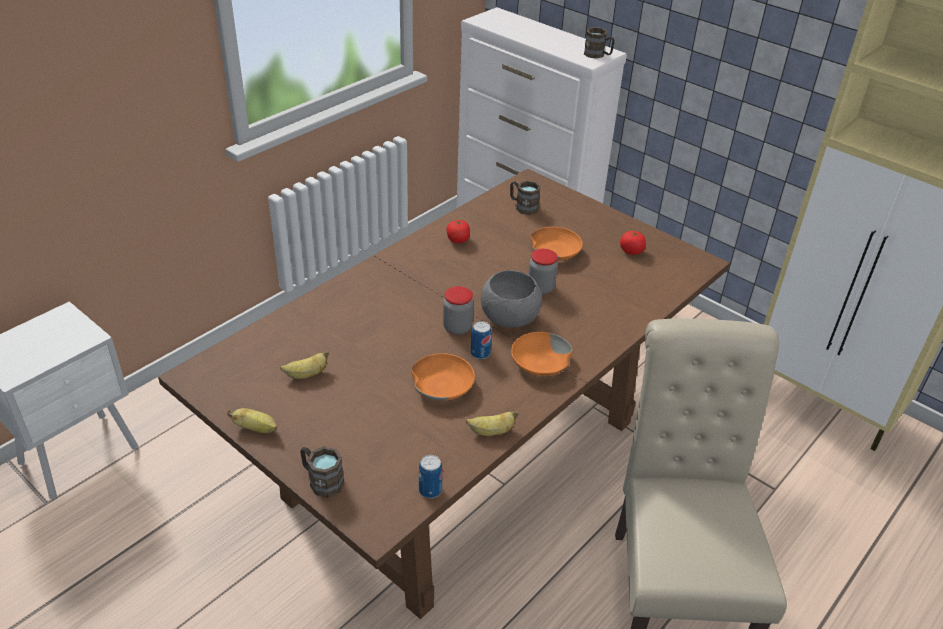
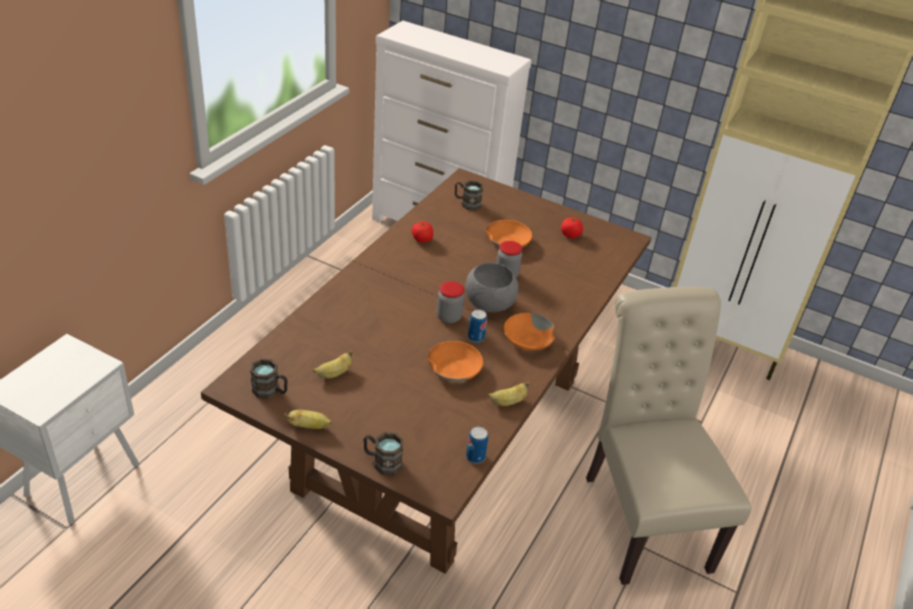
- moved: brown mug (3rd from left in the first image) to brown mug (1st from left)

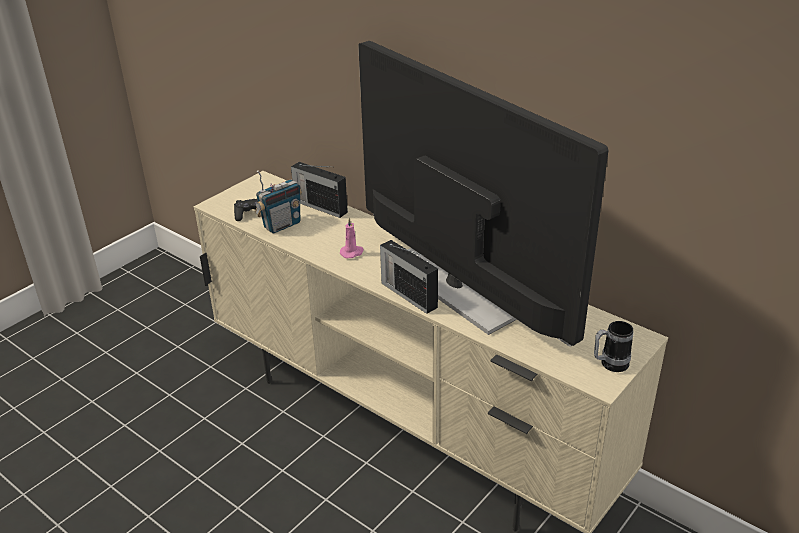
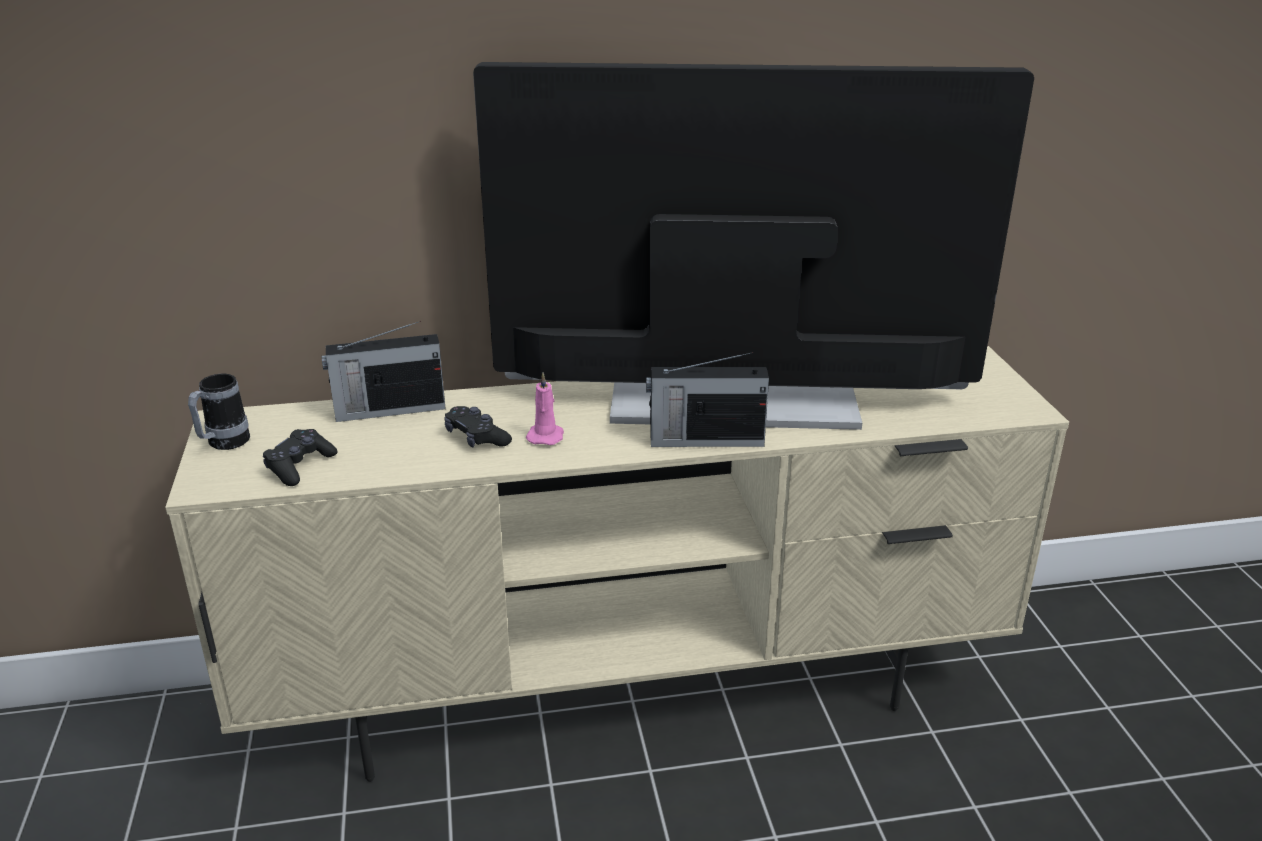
- removed: radio (1st from left)
- moved: mug
- added: black game controller (2nd from left)

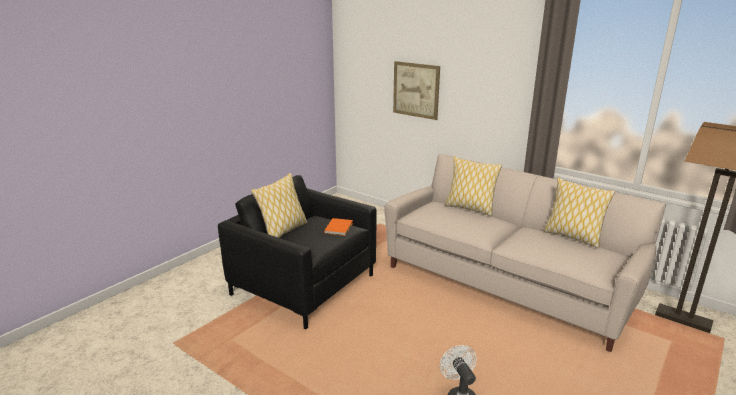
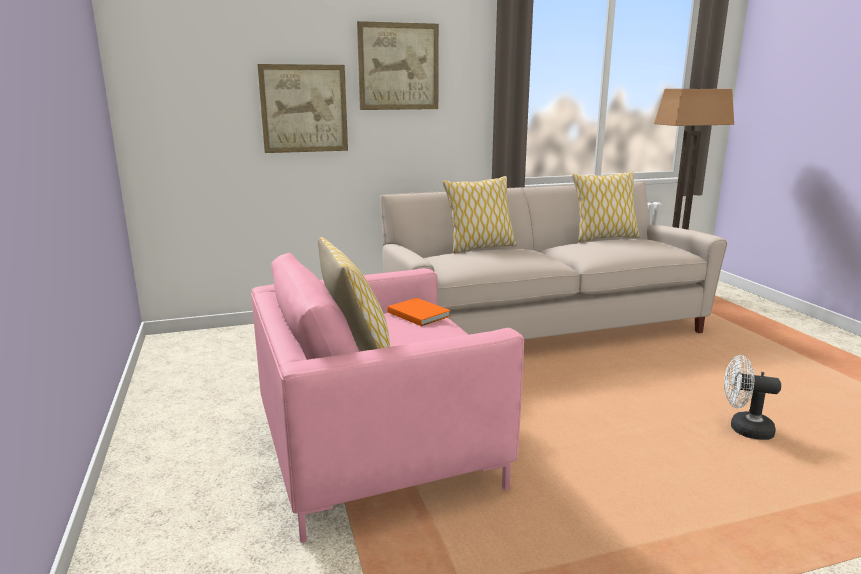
- recoloured: black armchair to pink armchair
- added: picture (2nd from left)

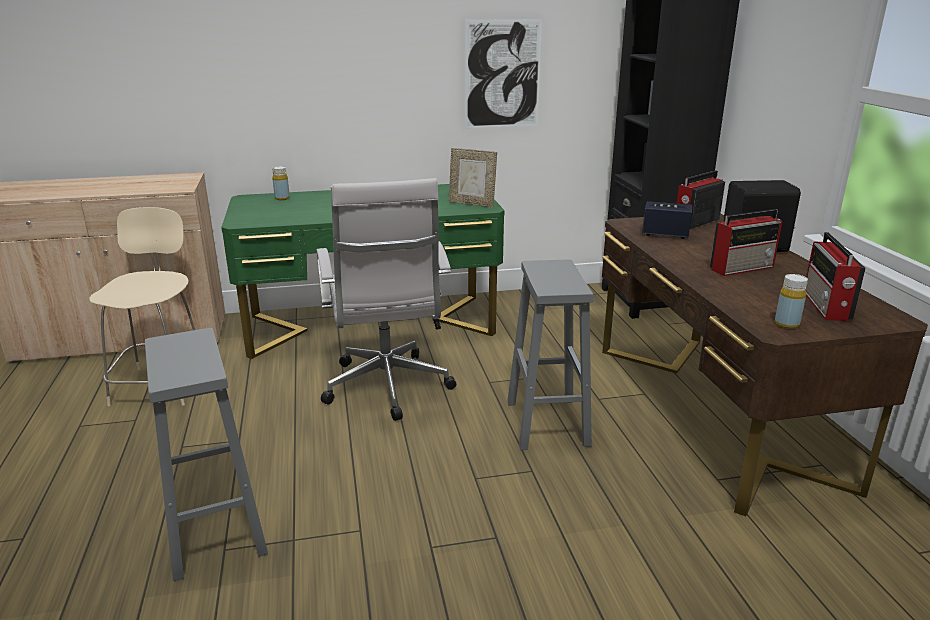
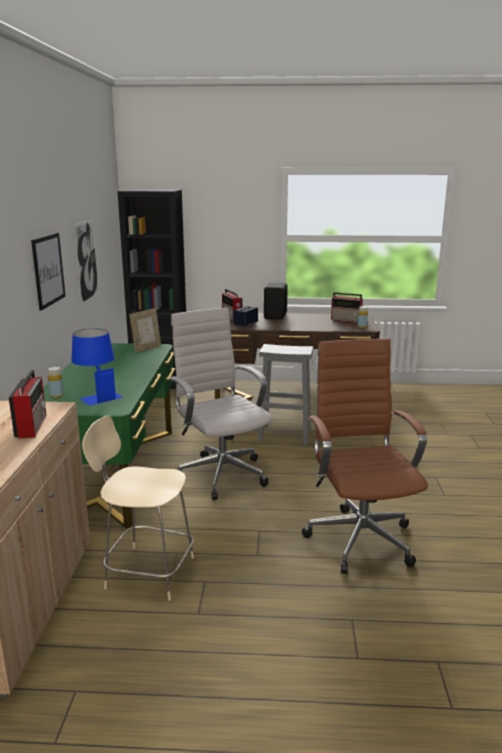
- replaced: grey stool (1st from left) to brown office chair
- turned: white office chair 120 degrees counterclockwise
- moved: radio (2nd from left in the first image) to radio (1st from left)
- added: picture (1st from left)
- added: blue table lamp

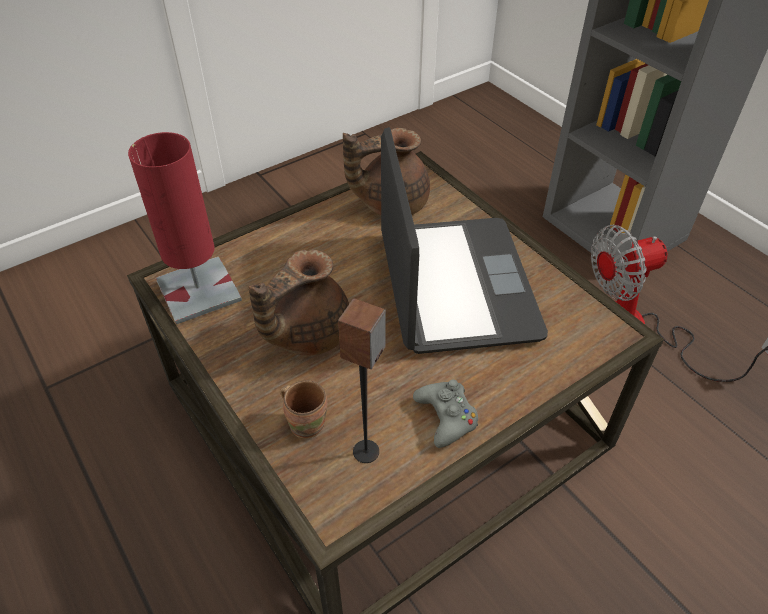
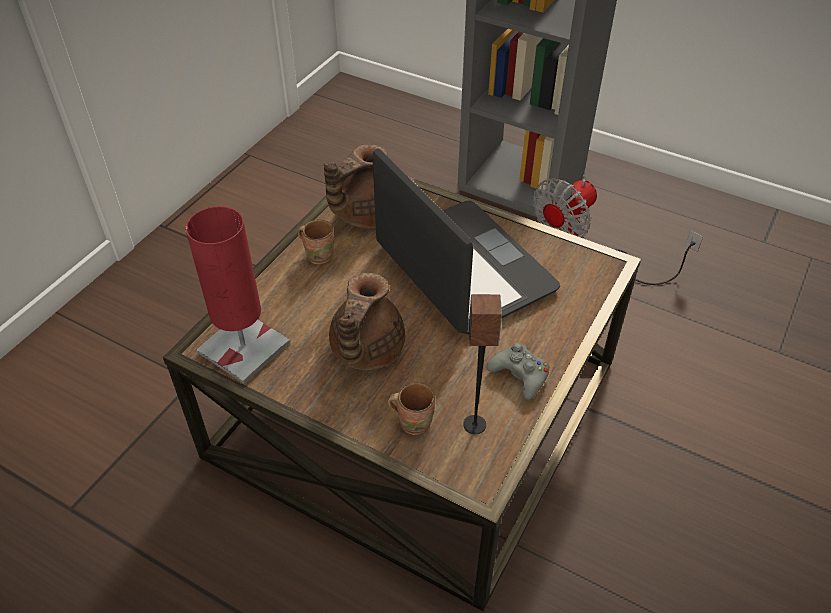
- added: brown mug (1st from left)

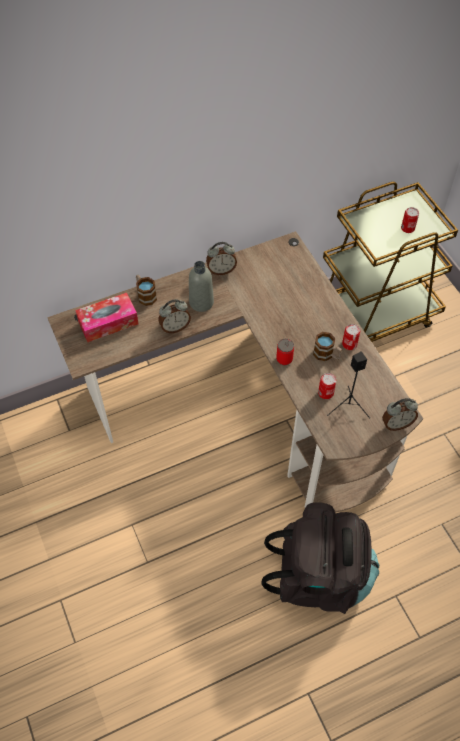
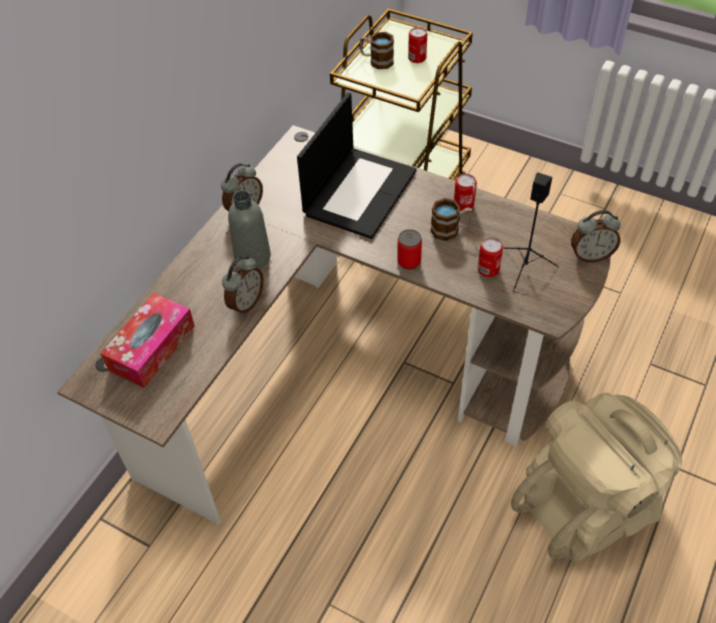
- moved: mug (1st from left)
- recoloured: black backpack to beige backpack
- turned: alarm clock (3rd from left) 45 degrees clockwise
- added: laptop

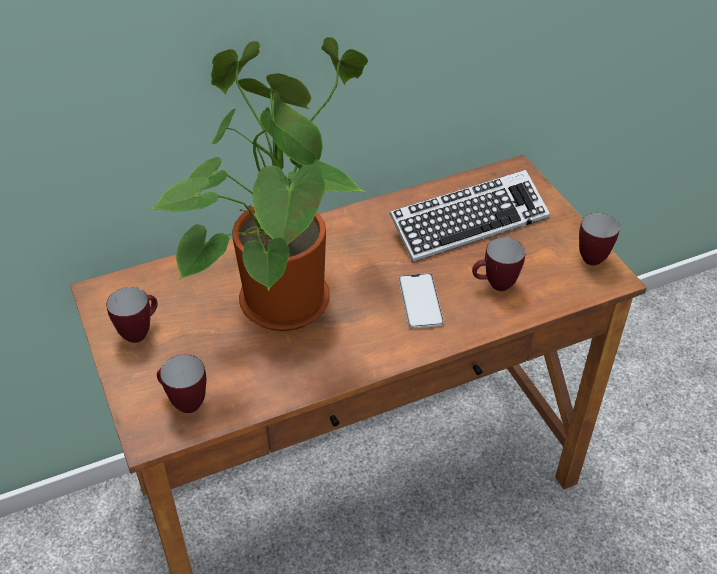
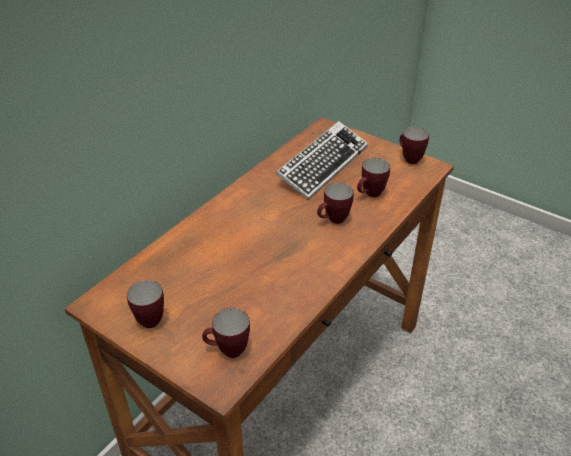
- removed: potted plant
- replaced: phone to mug (3rd from left)

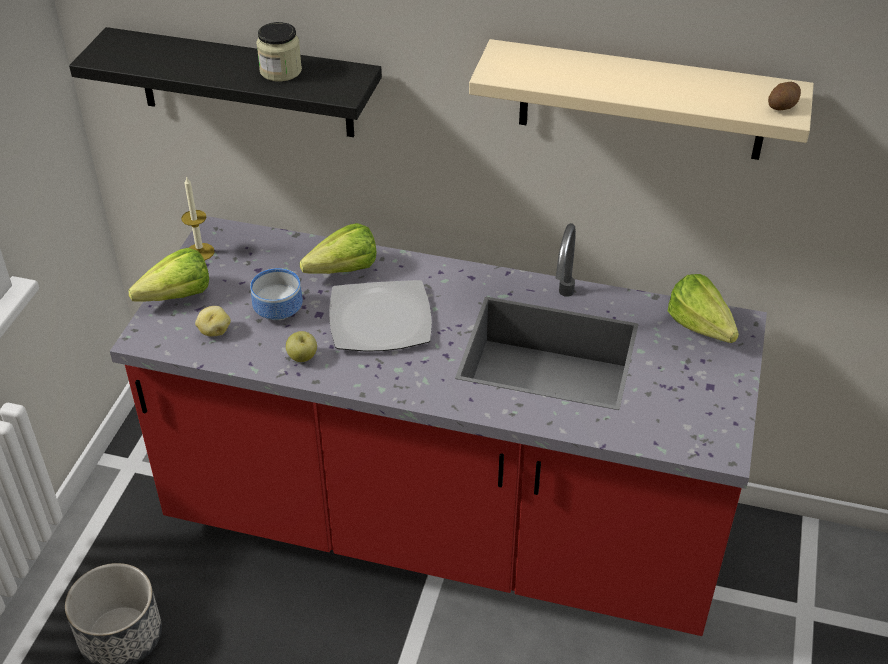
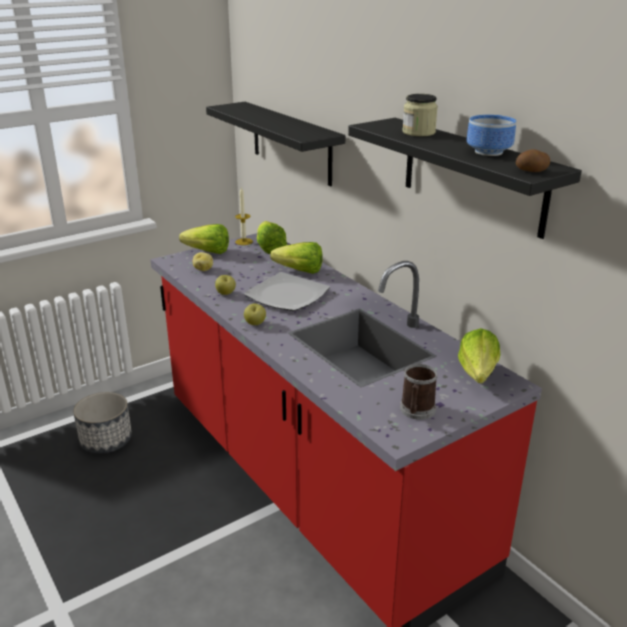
- moved: bowl
- moved: jar
- recoloured: beige shelf to black shelf (2nd from left)
- added: apple (2nd from left)
- added: lettuce (2nd from left)
- added: mug

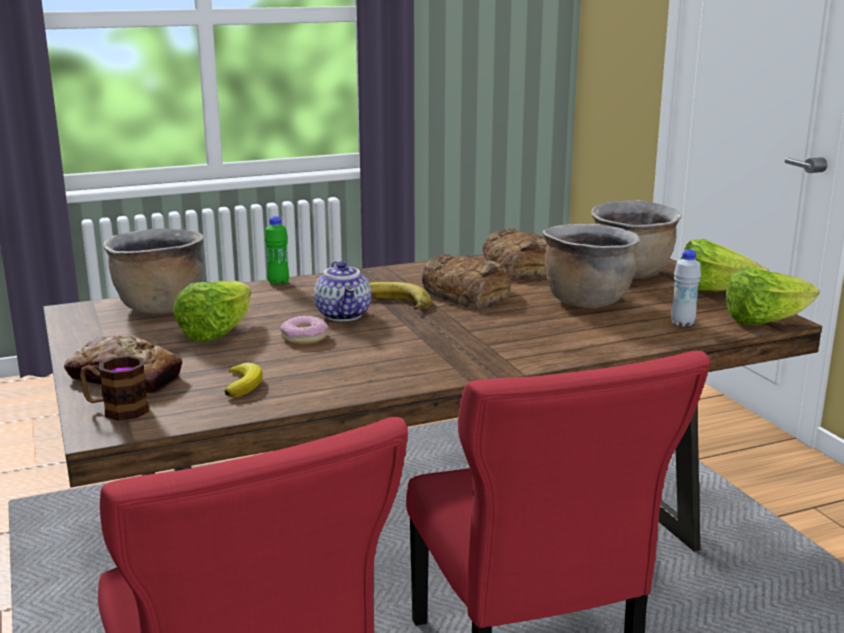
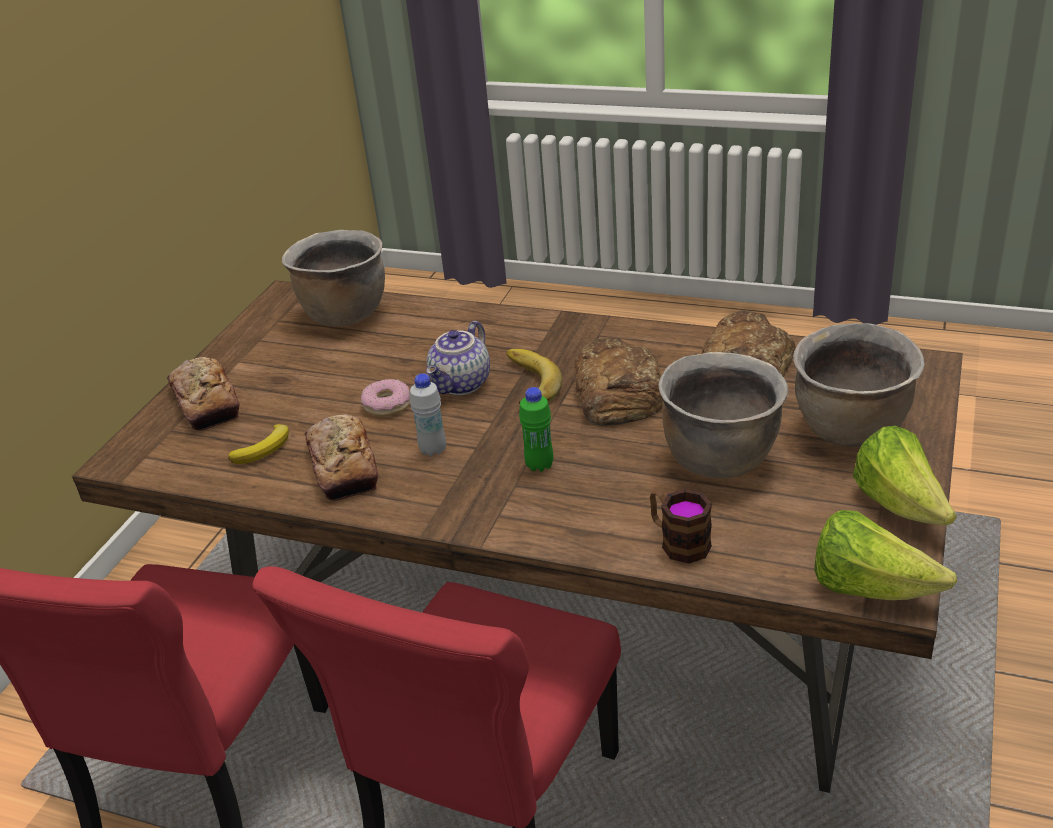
- moved: mug
- removed: lettuce (1st from left)
- moved: green bottle
- moved: white bottle
- added: bread (2nd from left)

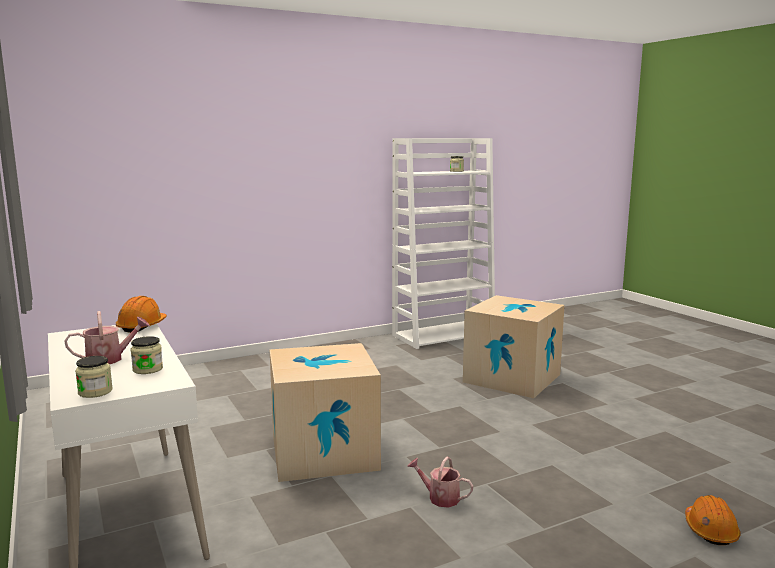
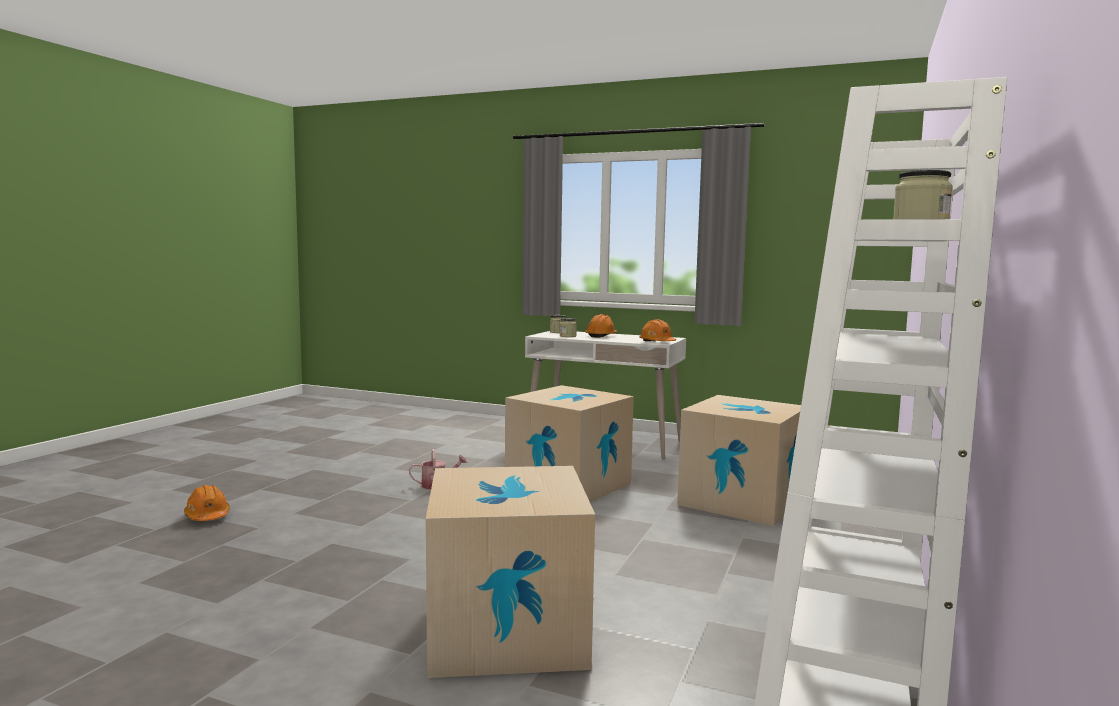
- replaced: watering can (1st from left) to orange hard hat (2nd from left)
- added: cardboard box (3rd from left)

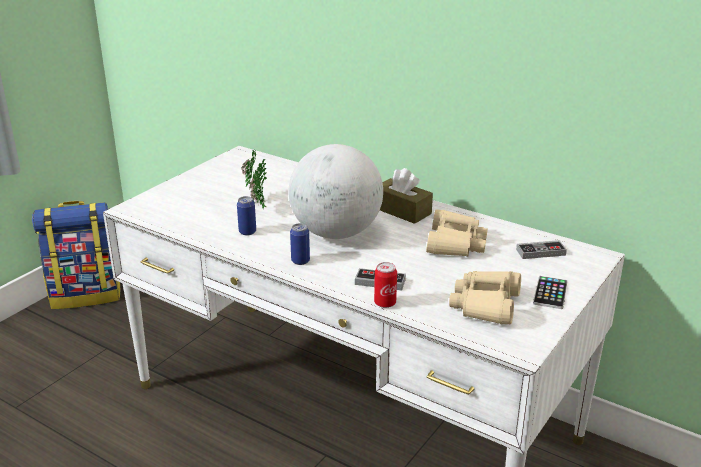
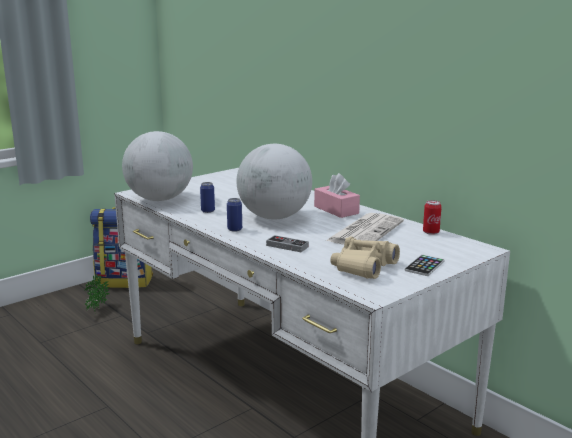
- moved: potted plant
- moved: can (3rd from left)
- recoloured: brown tissue box to pink tissue box
- replaced: beige binoculars (1st from left) to newspaper
- removed: game controller (2nd from left)
- added: globe (1st from left)

